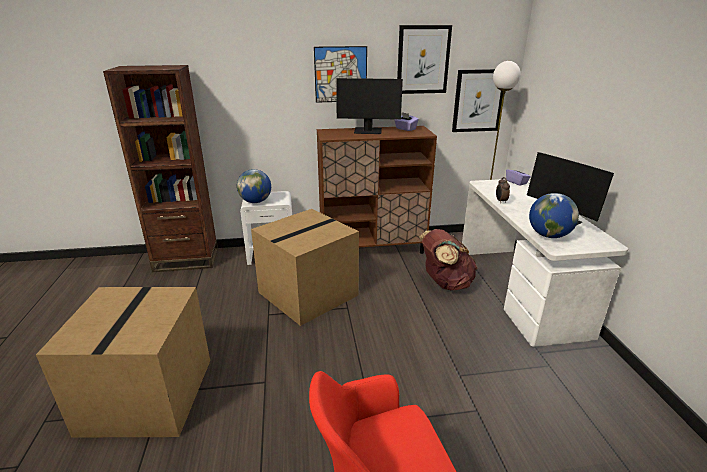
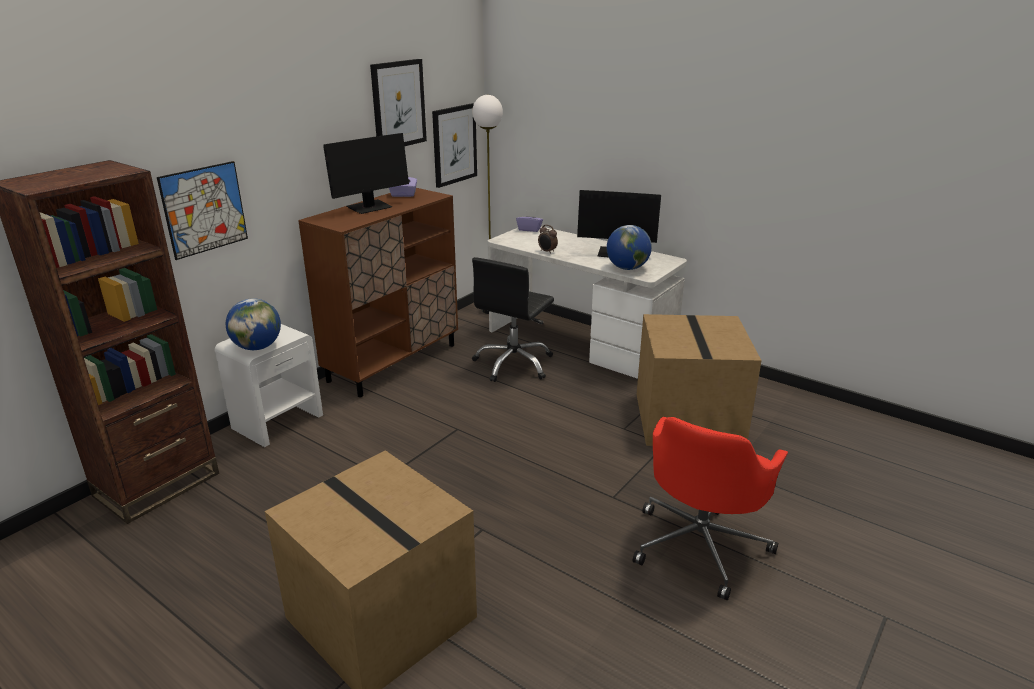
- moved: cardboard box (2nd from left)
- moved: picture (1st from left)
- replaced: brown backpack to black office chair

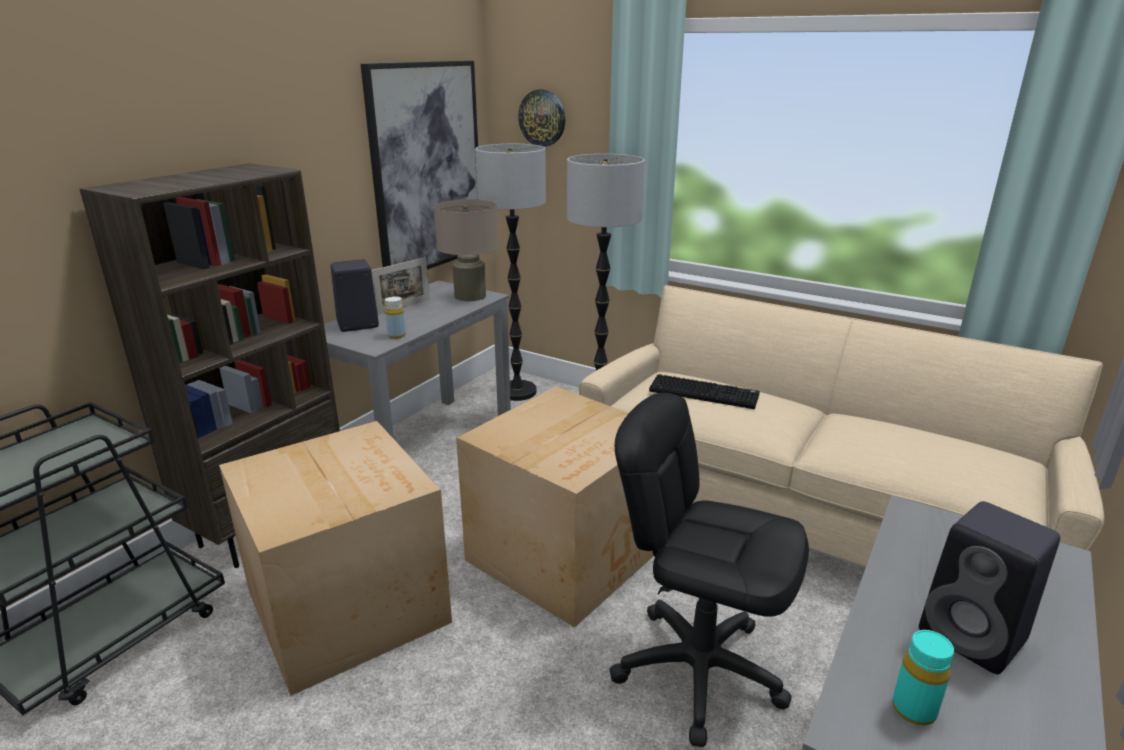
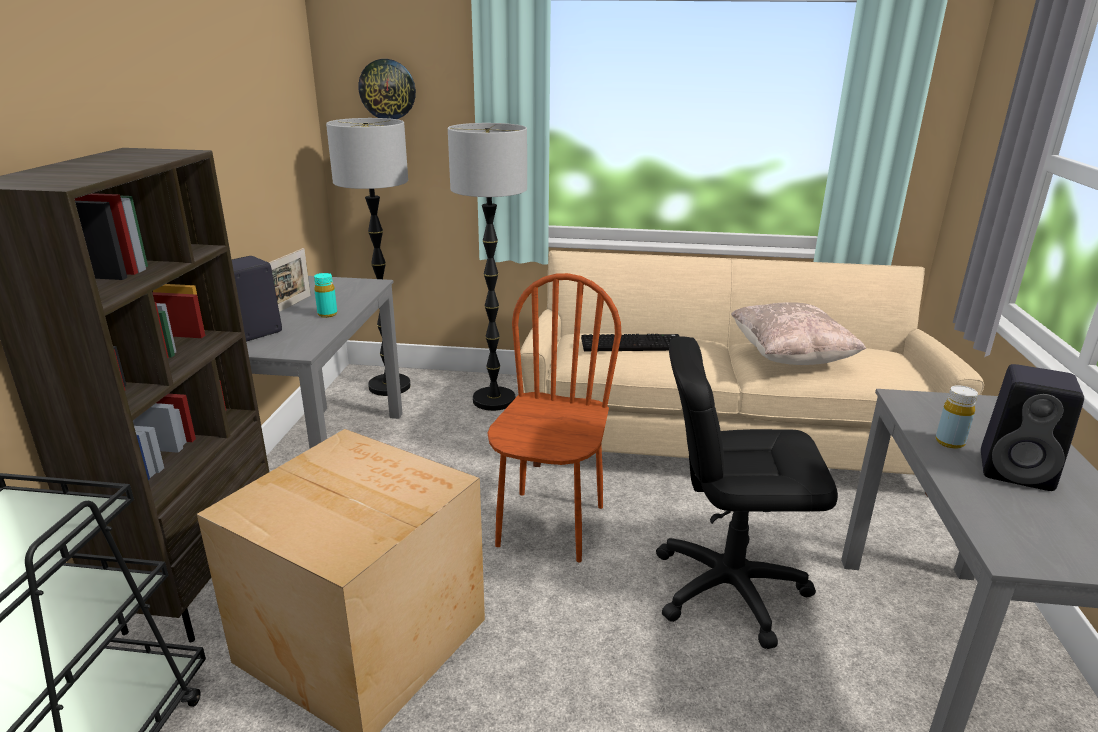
- removed: picture
- moved: yellow bottle
- removed: beige table lamp
- replaced: cardboard box (2nd from left) to brown chair
- moved: turquoise bottle
- added: beige pillow

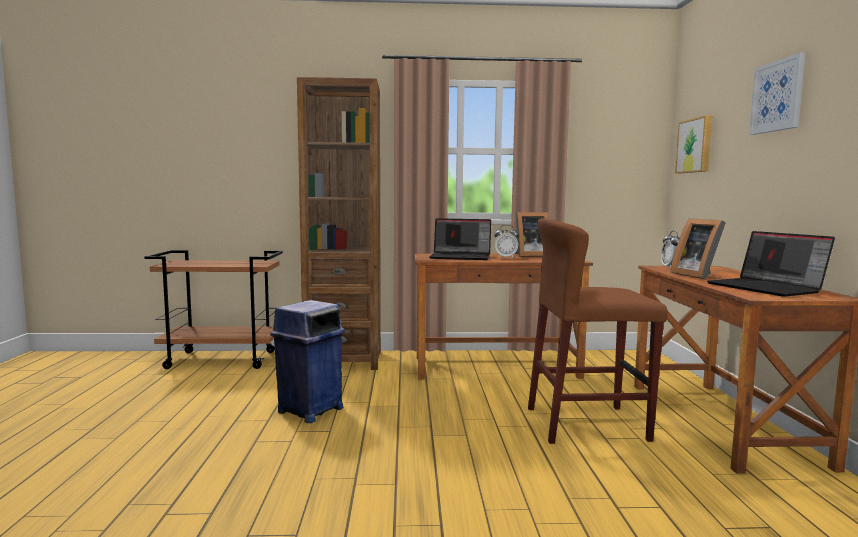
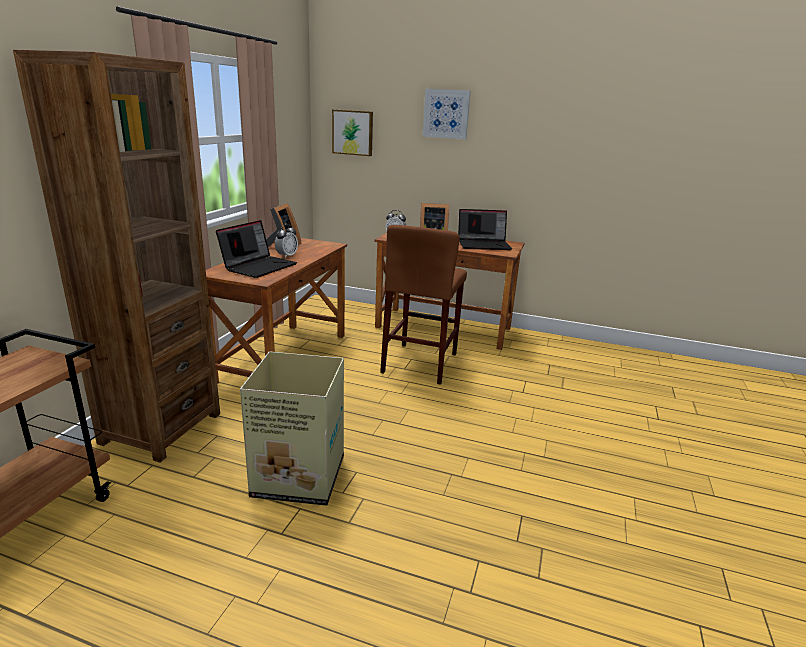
- replaced: blue trash can to cardboard box

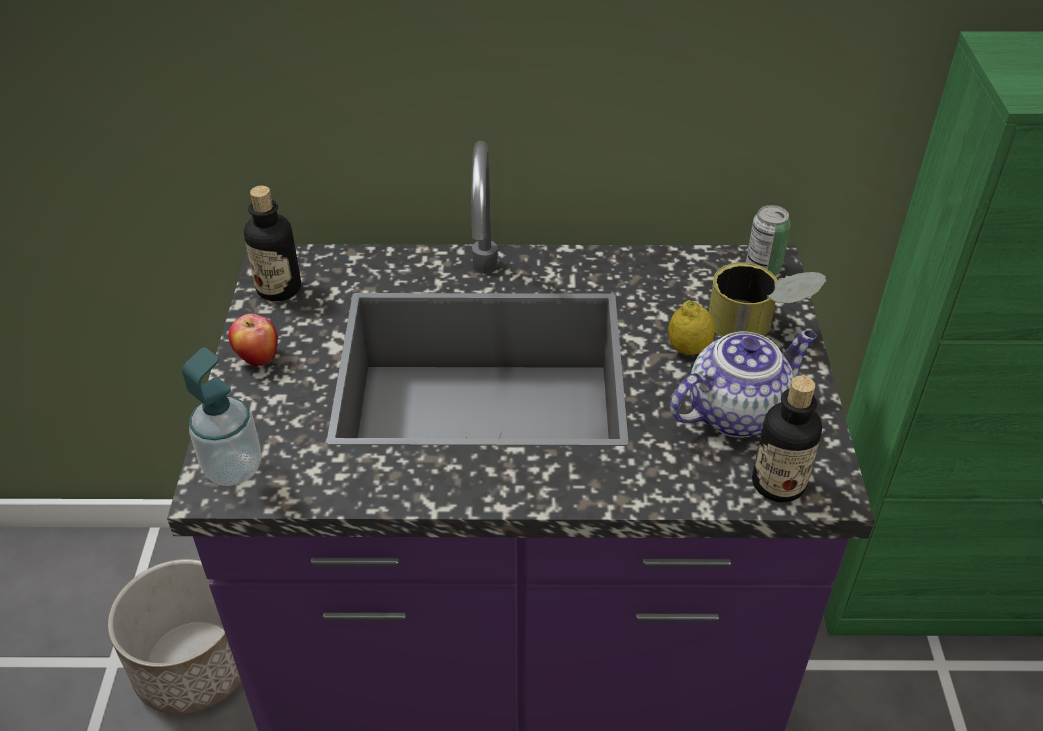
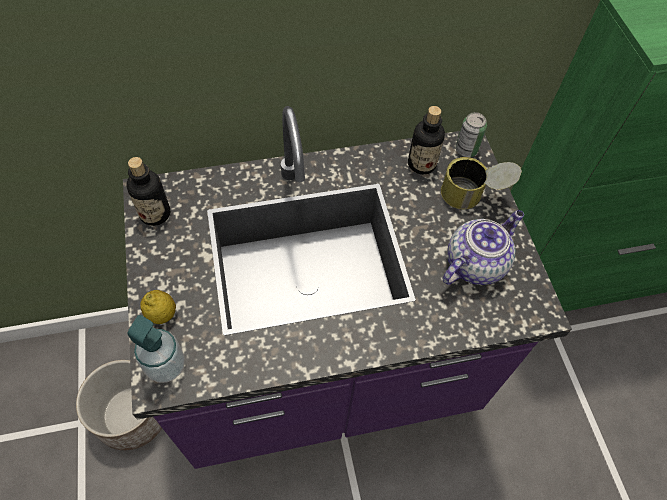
- removed: apple
- moved: lemon
- moved: bottle (2nd from left)

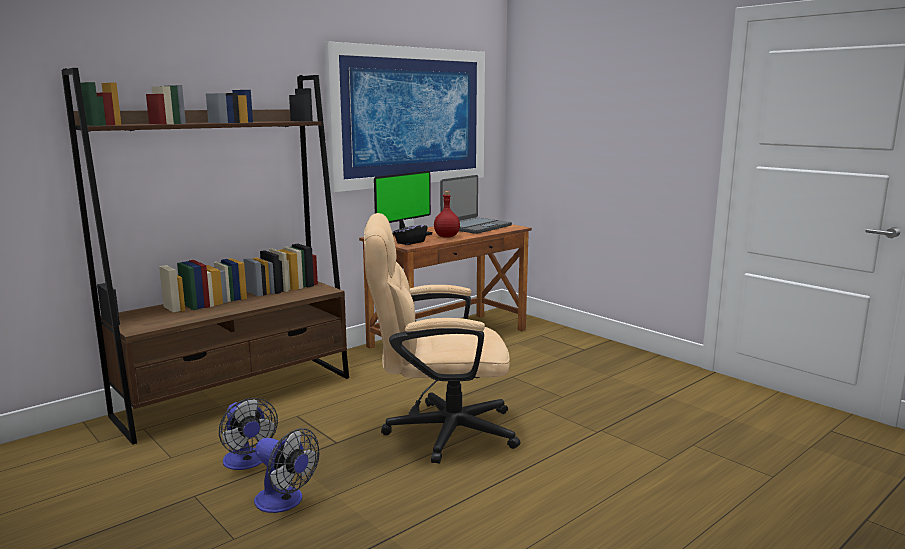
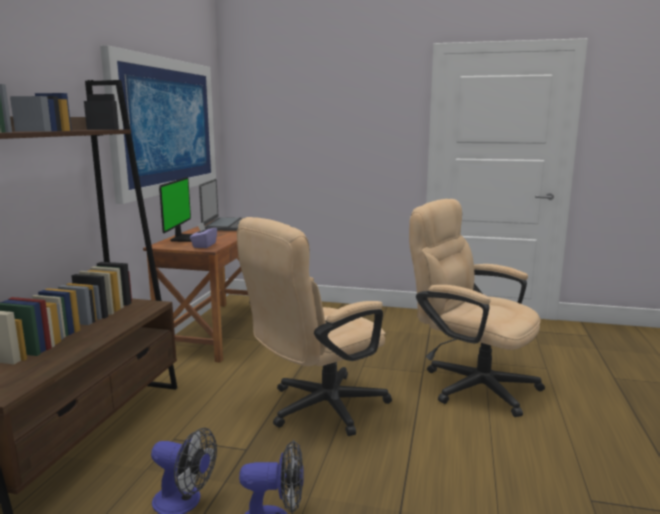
- recoloured: black tissue box to purple tissue box
- removed: red bottle
- added: beige office chair (2nd from left)

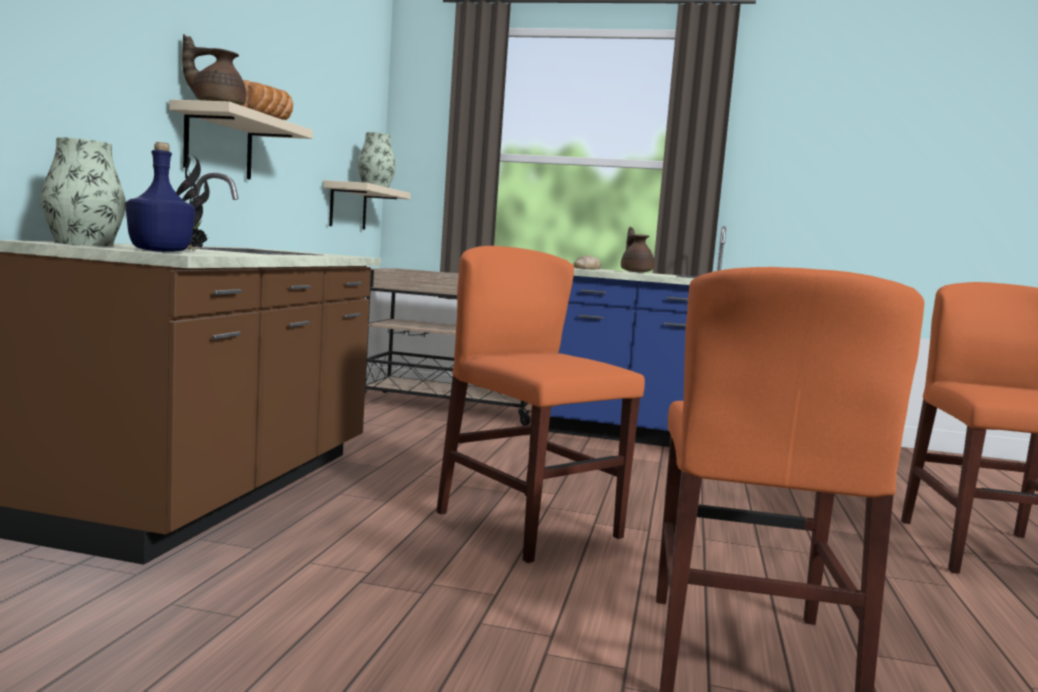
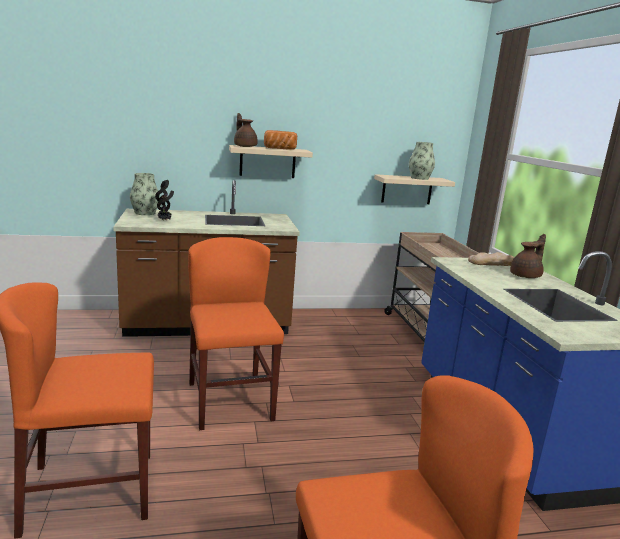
- removed: blue bottle
- turned: orange chair (1st from left in the first image) 45 degrees counterclockwise

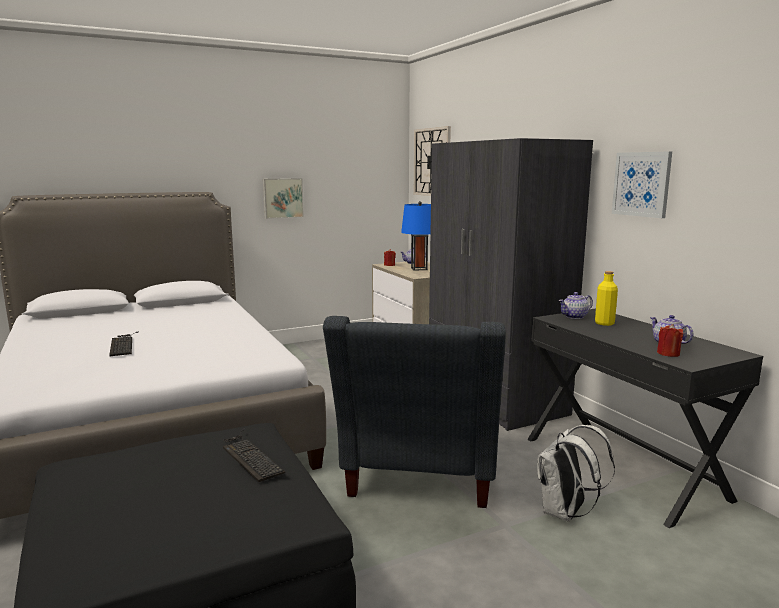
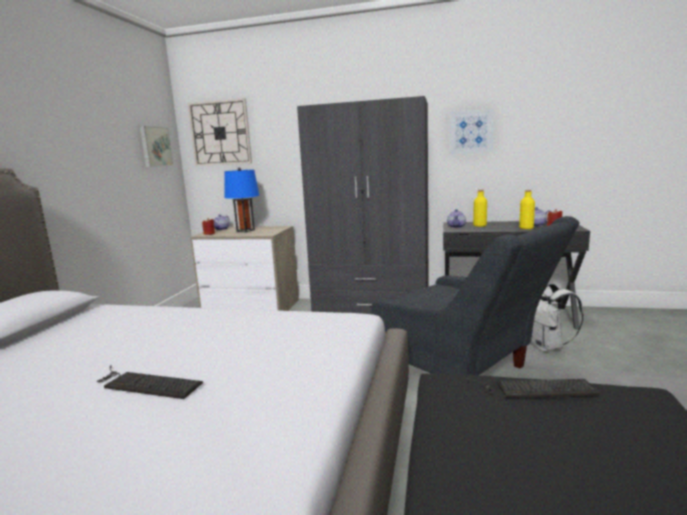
- moved: picture (1st from left)
- added: yellow bottle (2nd from left)

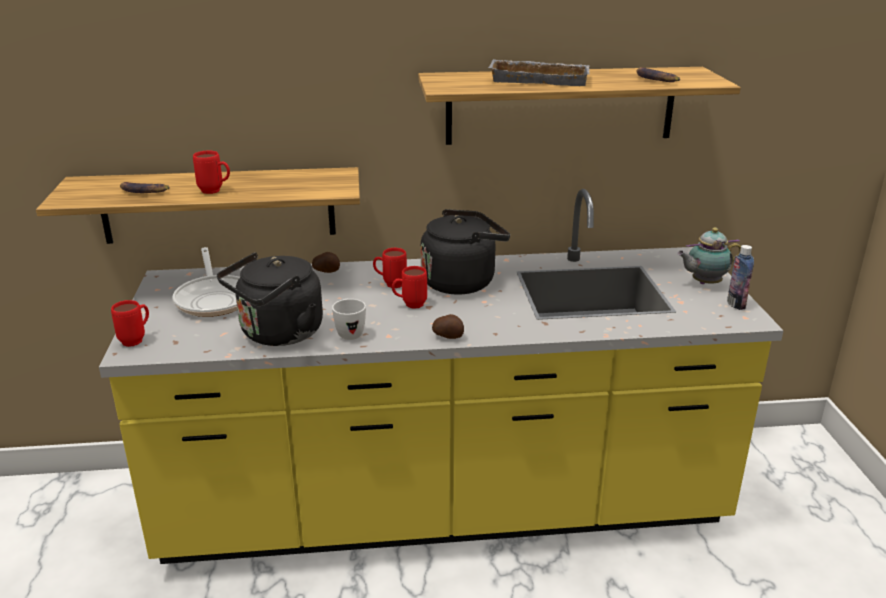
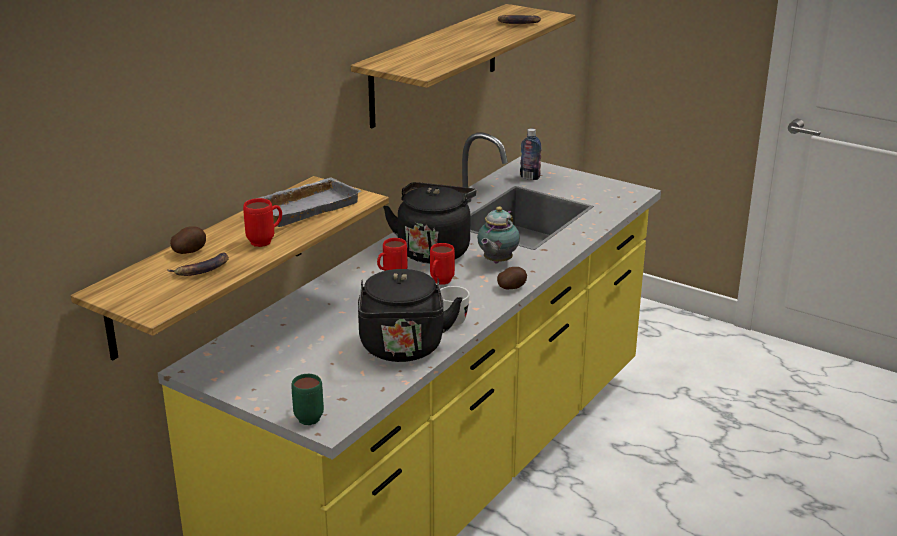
- recoloured: red mug (1st from left) to green mug
- removed: frying pan
- moved: potato (1st from left)
- moved: grey tray
- moved: teapot
- moved: bottle

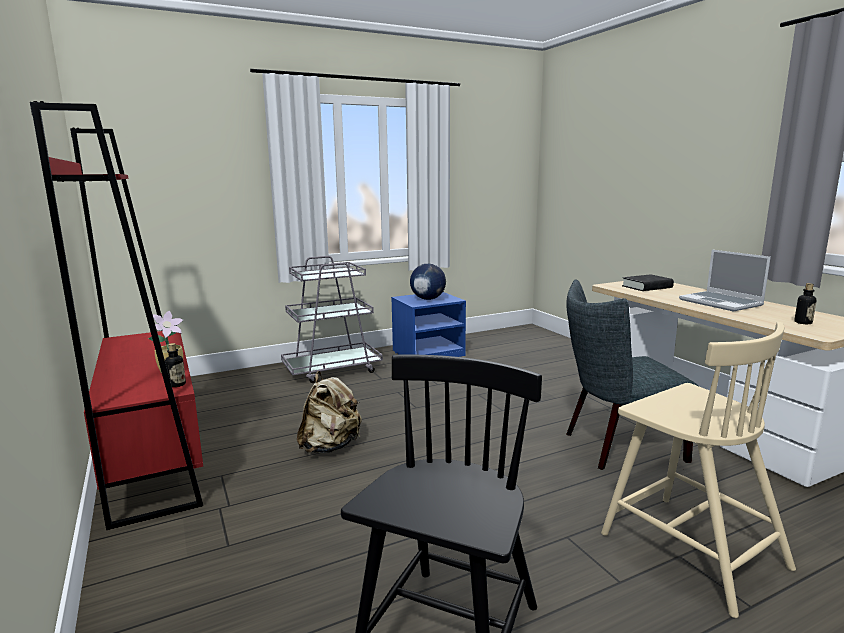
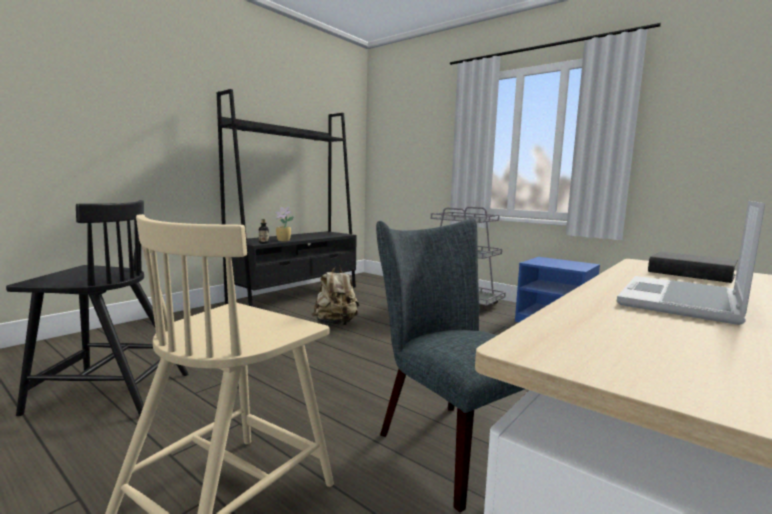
- recoloured: red bookcase to black bookcase
- removed: globe
- removed: bottle (2nd from left)

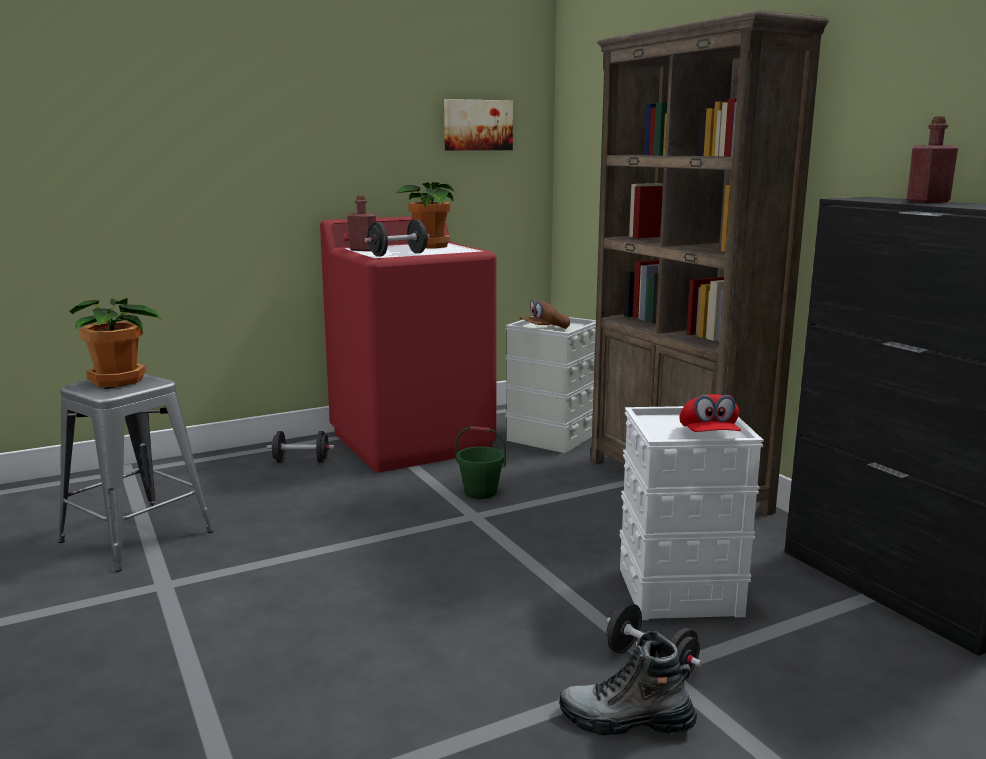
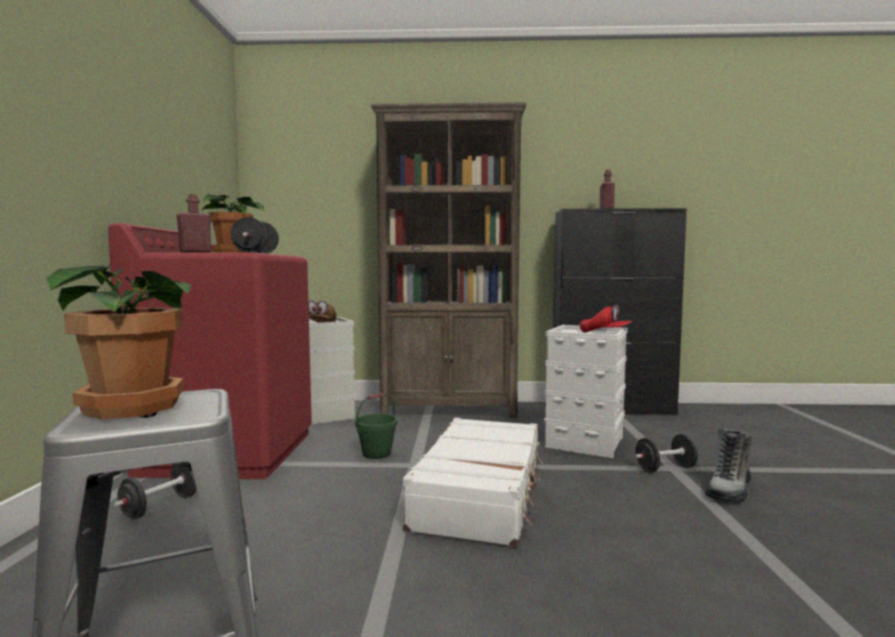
- removed: picture
- added: white suitcase

